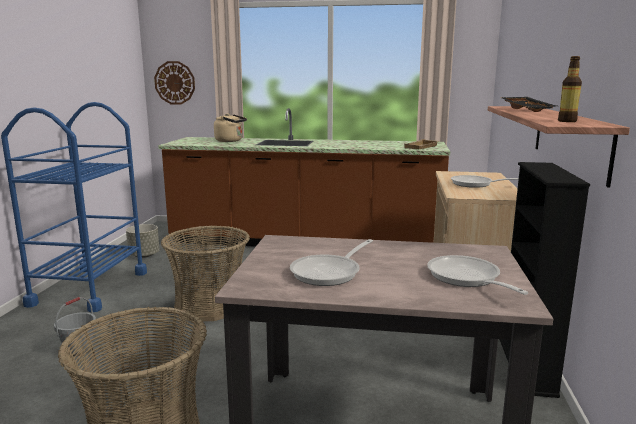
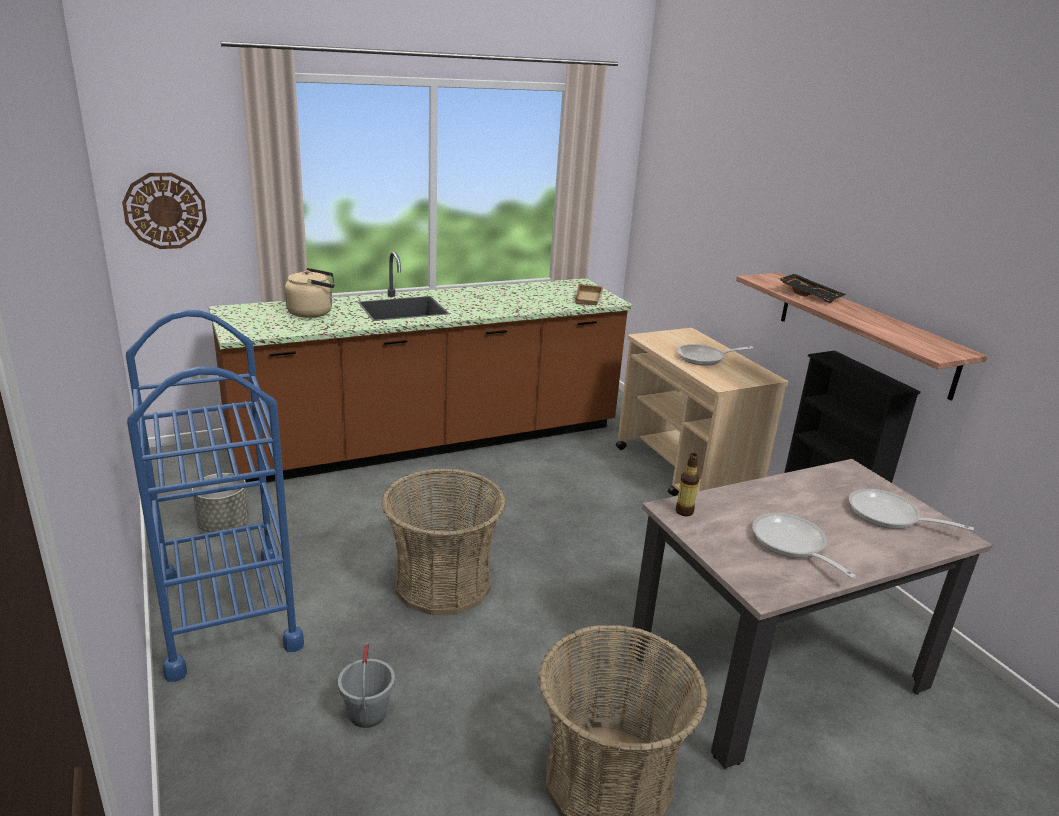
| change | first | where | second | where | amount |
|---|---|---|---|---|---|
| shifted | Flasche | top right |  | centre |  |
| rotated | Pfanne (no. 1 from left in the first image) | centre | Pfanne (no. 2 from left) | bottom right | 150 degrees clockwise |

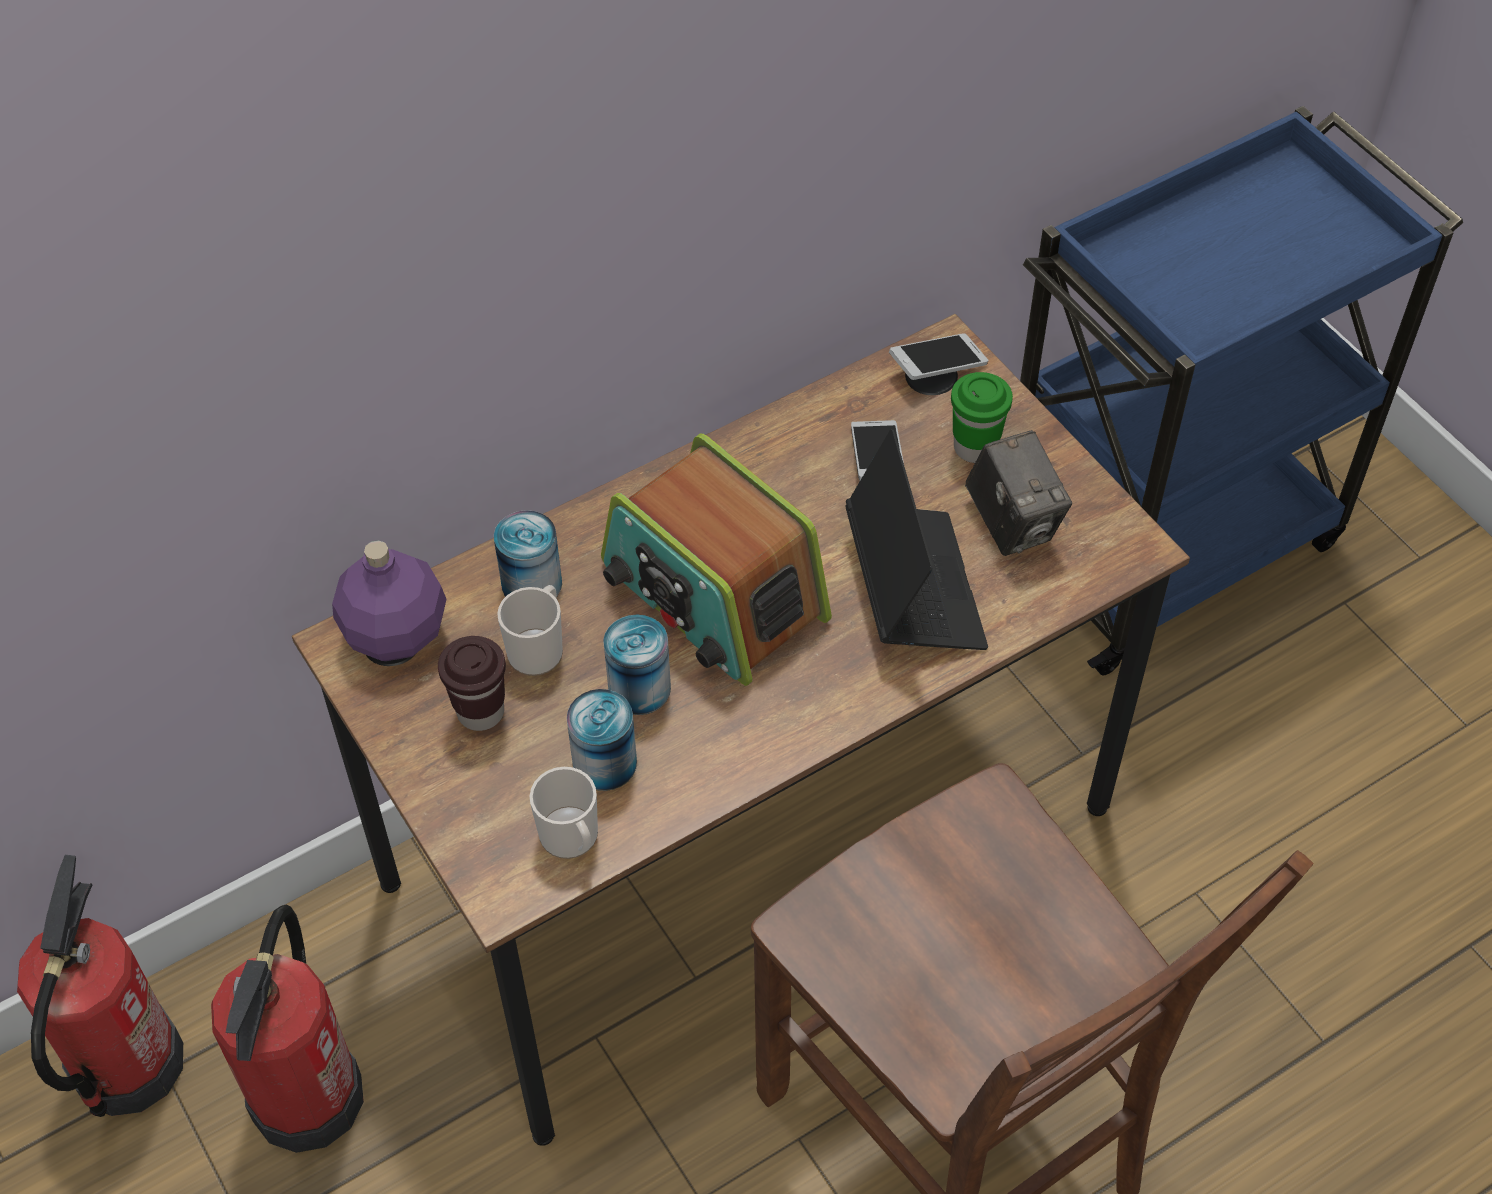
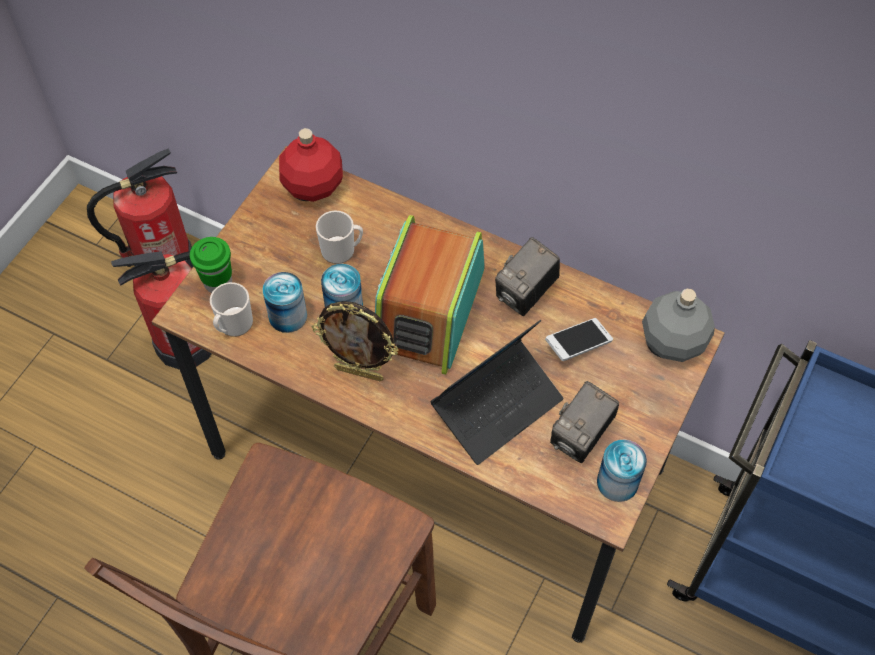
| change | first | where | second | where | amount |
|---|---|---|---|---|---|
| gone | Tasse/braun | middle left |  |  |  |
| new |  |  | Bilderrahmen | centre |  |
| new |  |  | Kamera (no. 1 from left) | centre |  |
| shifted | Dose (no. 1 from left in the first image) | centre | Dose (no. 3 from left) | bottom right |  |
| shifted | Tasse/grün | centre |  | middle left |  |
| swapped | Handy (no. 2 from left) | top centre | Flasche/grau | middle right |  |
| repainted | Flasche/lila | middle left | Flasche/rot | top centre |  |

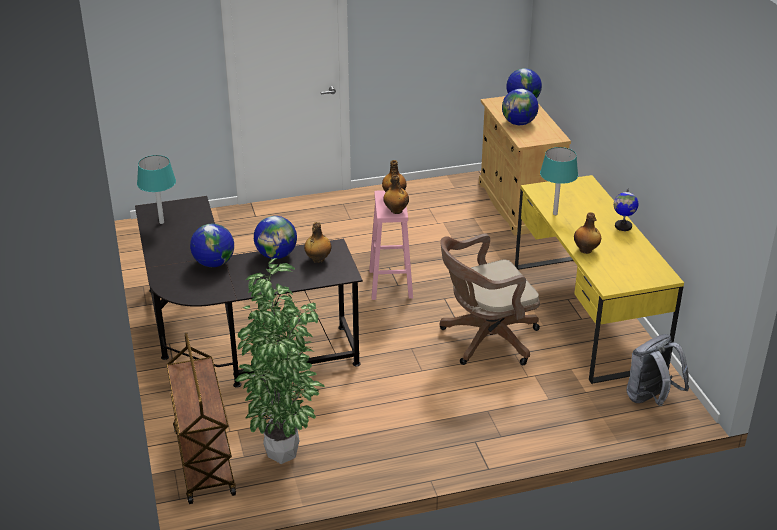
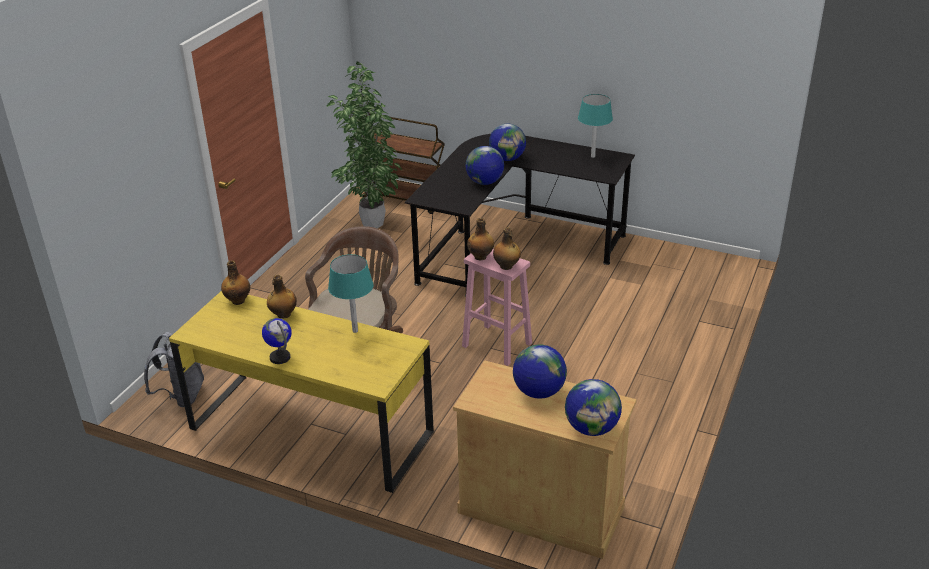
| change | first | where | second | where | amount |
|---|---|---|---|---|---|
| shifted | Flasche (no. 1 from left) | centre |  | middle left |  |

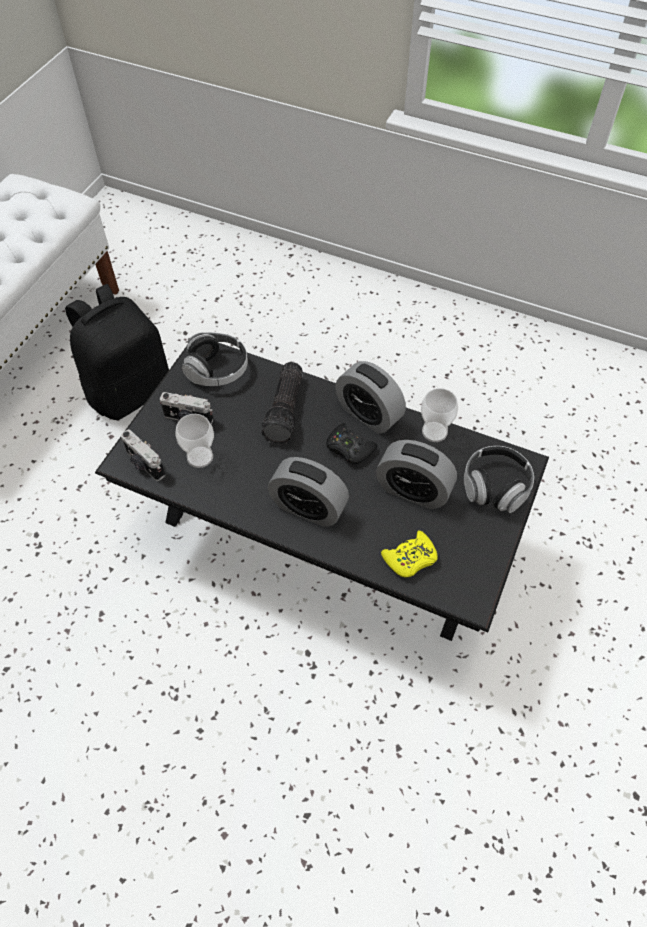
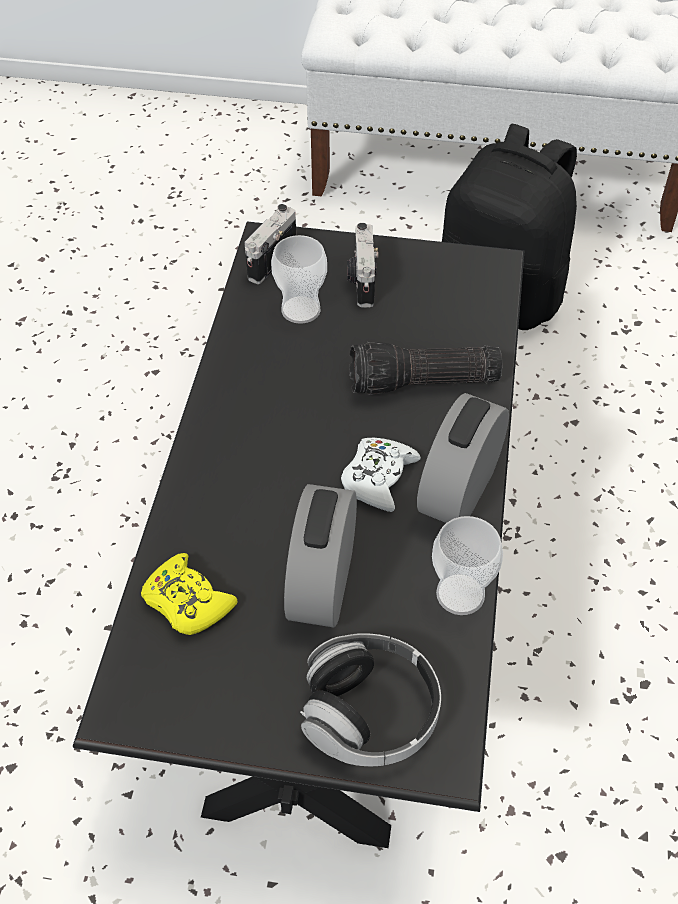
| change | first | where | second | where | amount |
|---|---|---|---|---|---|
| gone | Kopfhörer (no. 1 from left) | middle left |  |  |  |
| gone | Wecker (no. 1 from left) | centre |  |  |  |
| repainted | Gamepad/schwarz | centre | Gamepad/weiß | centre |  |

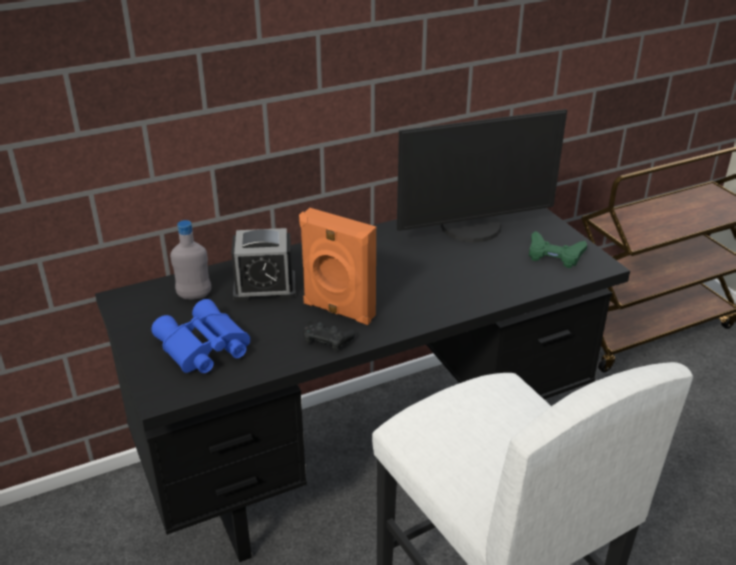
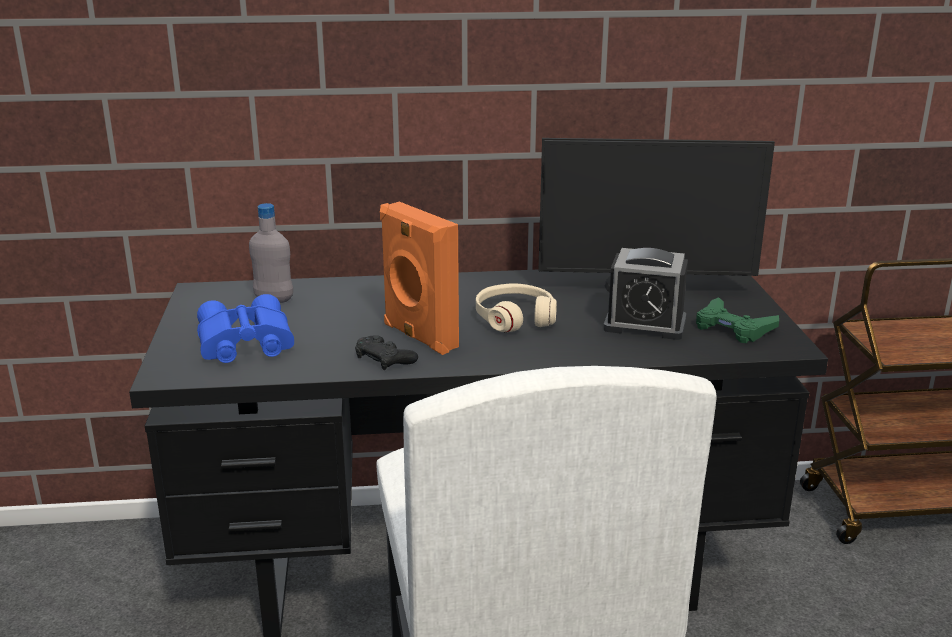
| change | first | where | second | where | amount |
|---|---|---|---|---|---|
| new |  |  | Kopfhörer/beige | centre |  |
| shifted | Wecker | centre |  | middle right |  |

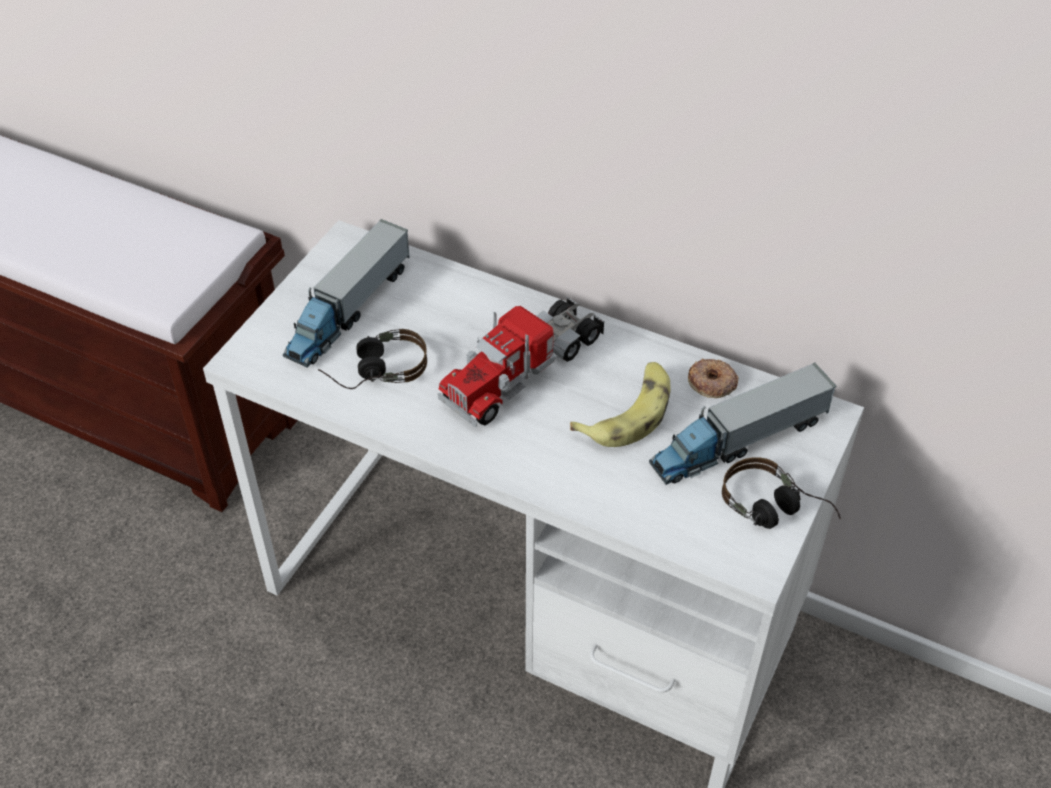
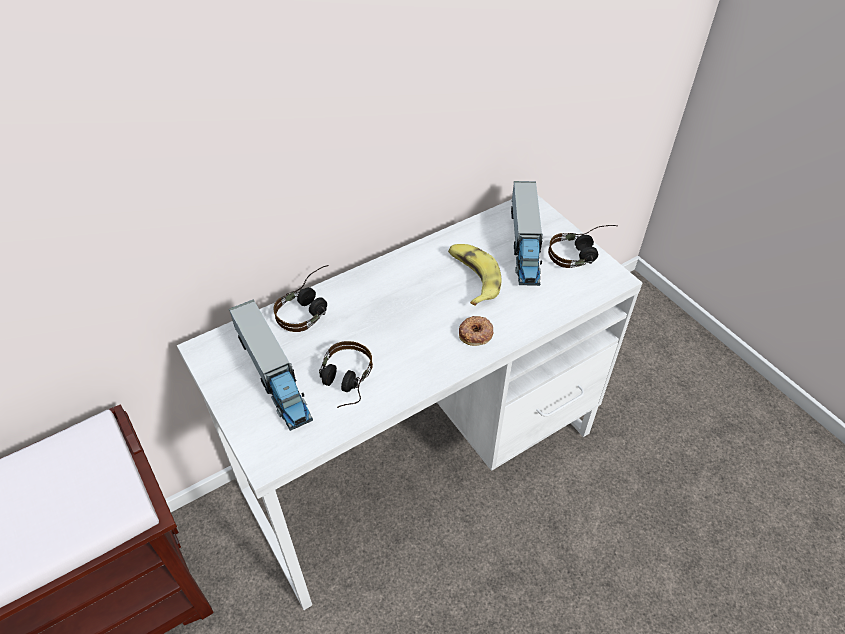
| change | first | where | second | where | amount |
|---|---|---|---|---|---|
| gone | Spielzeuglaster (no. 2 from left) | centre |  |  |  |
| new |  |  | Kopfhörer (no. 1 from left) | centre |  |
| shifted | Donut | middle right |  | centre |  |

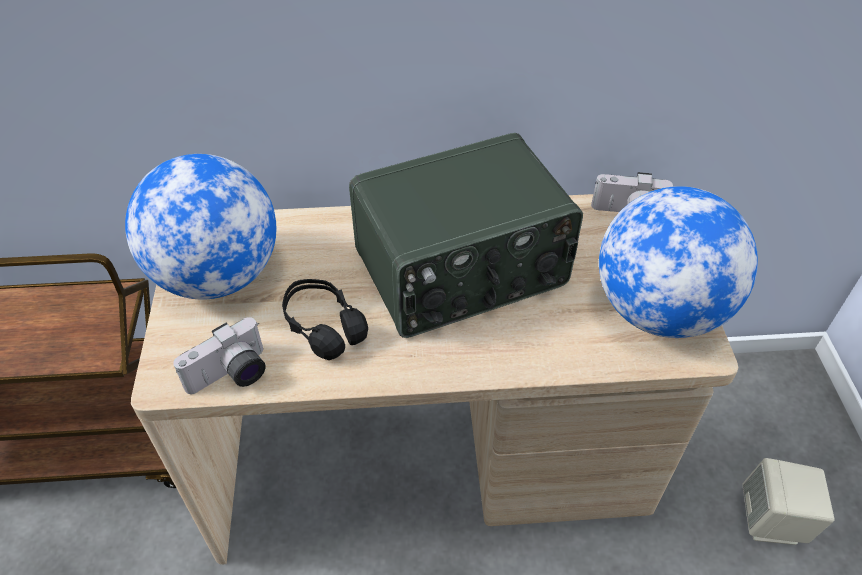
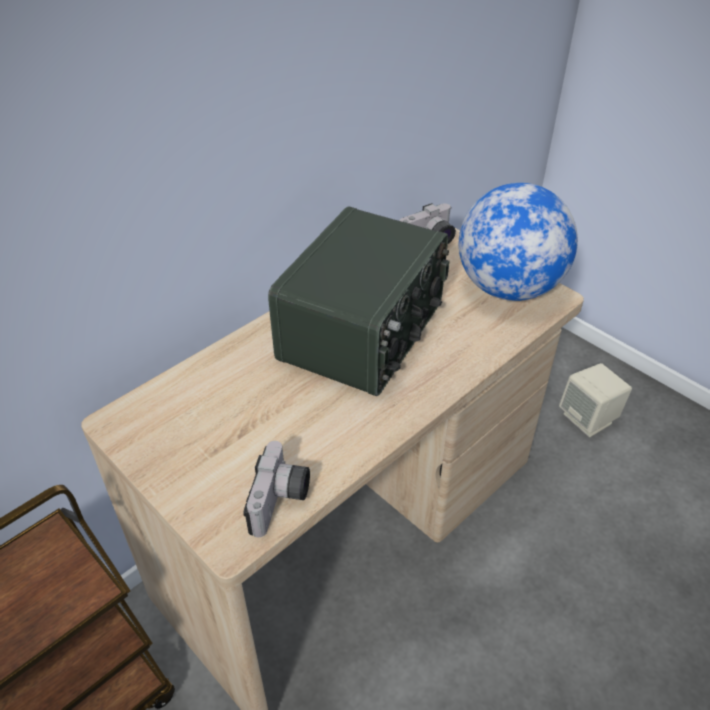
| change | first | where | second | where | amount |
|---|---|---|---|---|---|
| gone | Globus (no. 1 from left) | middle left |  |  |  |
| gone | Kopfhörer/schwarz | centre |  |  |  |

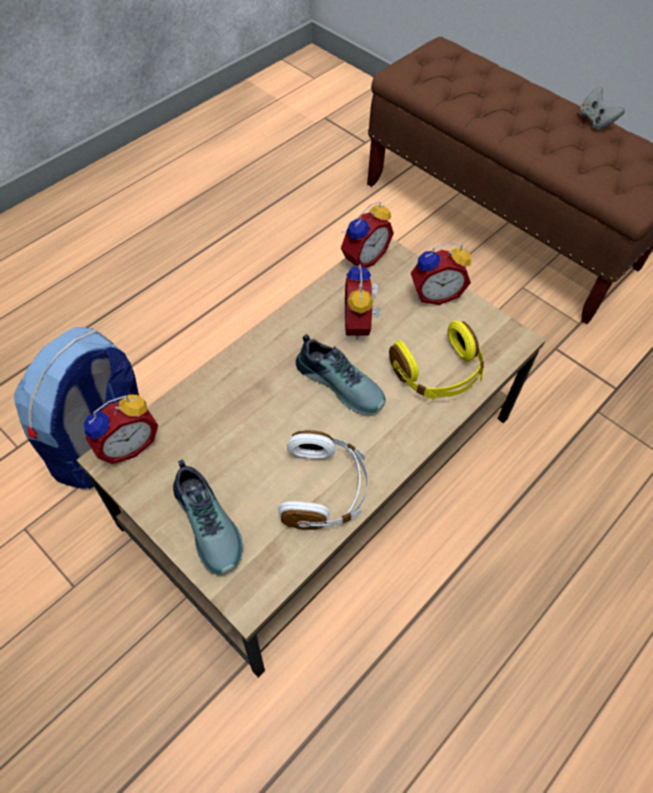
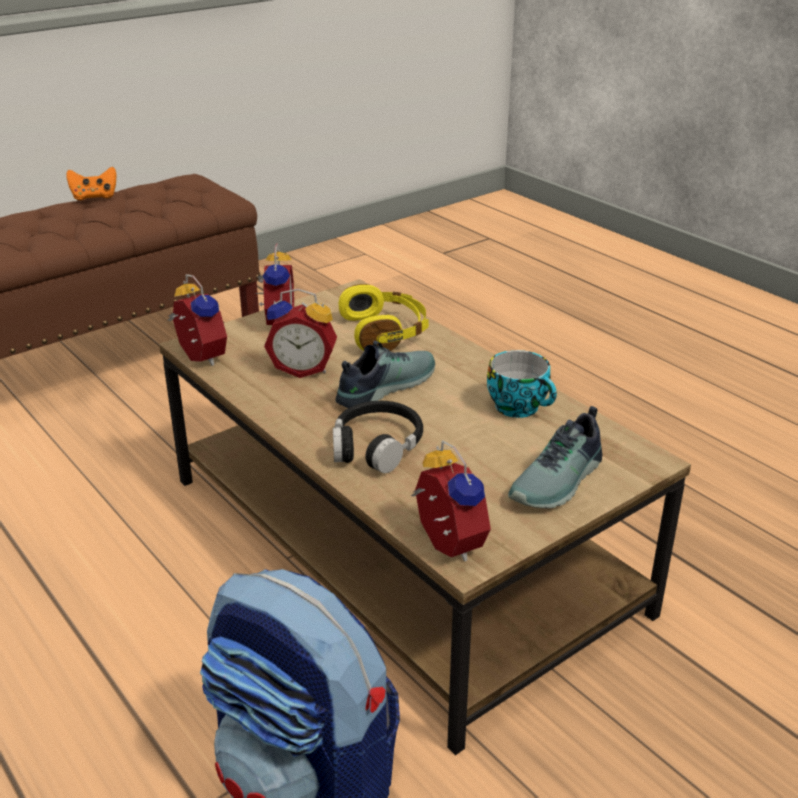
| change | first | where | second | where | amount |
|---|---|---|---|---|---|
| new |  |  | Kopfhörer/schwarz | centre |  |
| swapped | Kopfhörer/weiß | centre | Tasse | centre |  |
| repainted | Gamepad/grau | top right | Gamepad/orange | top left |  |
| rotated | Schuh (no. 1 from left in the first image) | middle left | Schuh (no. 2 from left) | middle right | 150 degrees clockwise |

